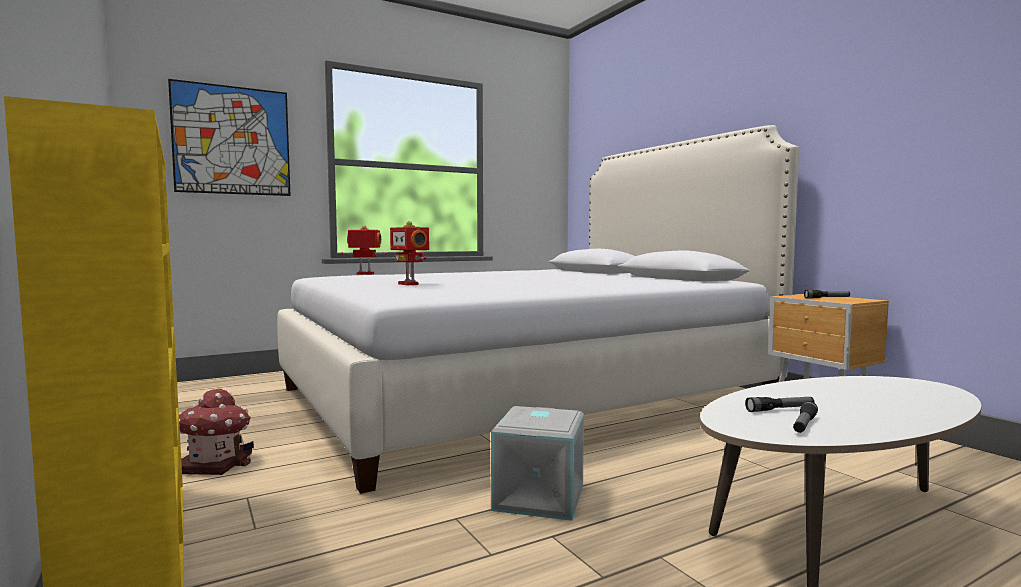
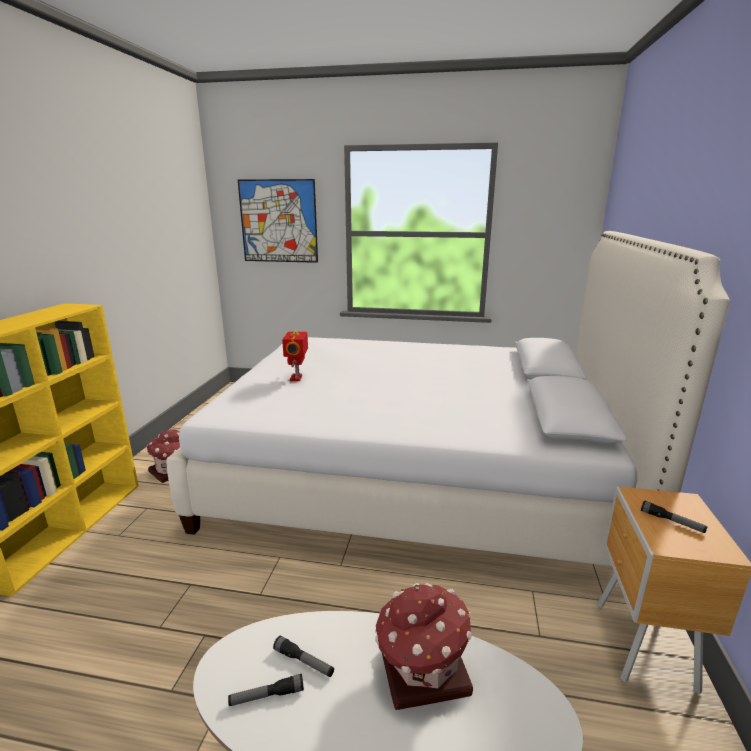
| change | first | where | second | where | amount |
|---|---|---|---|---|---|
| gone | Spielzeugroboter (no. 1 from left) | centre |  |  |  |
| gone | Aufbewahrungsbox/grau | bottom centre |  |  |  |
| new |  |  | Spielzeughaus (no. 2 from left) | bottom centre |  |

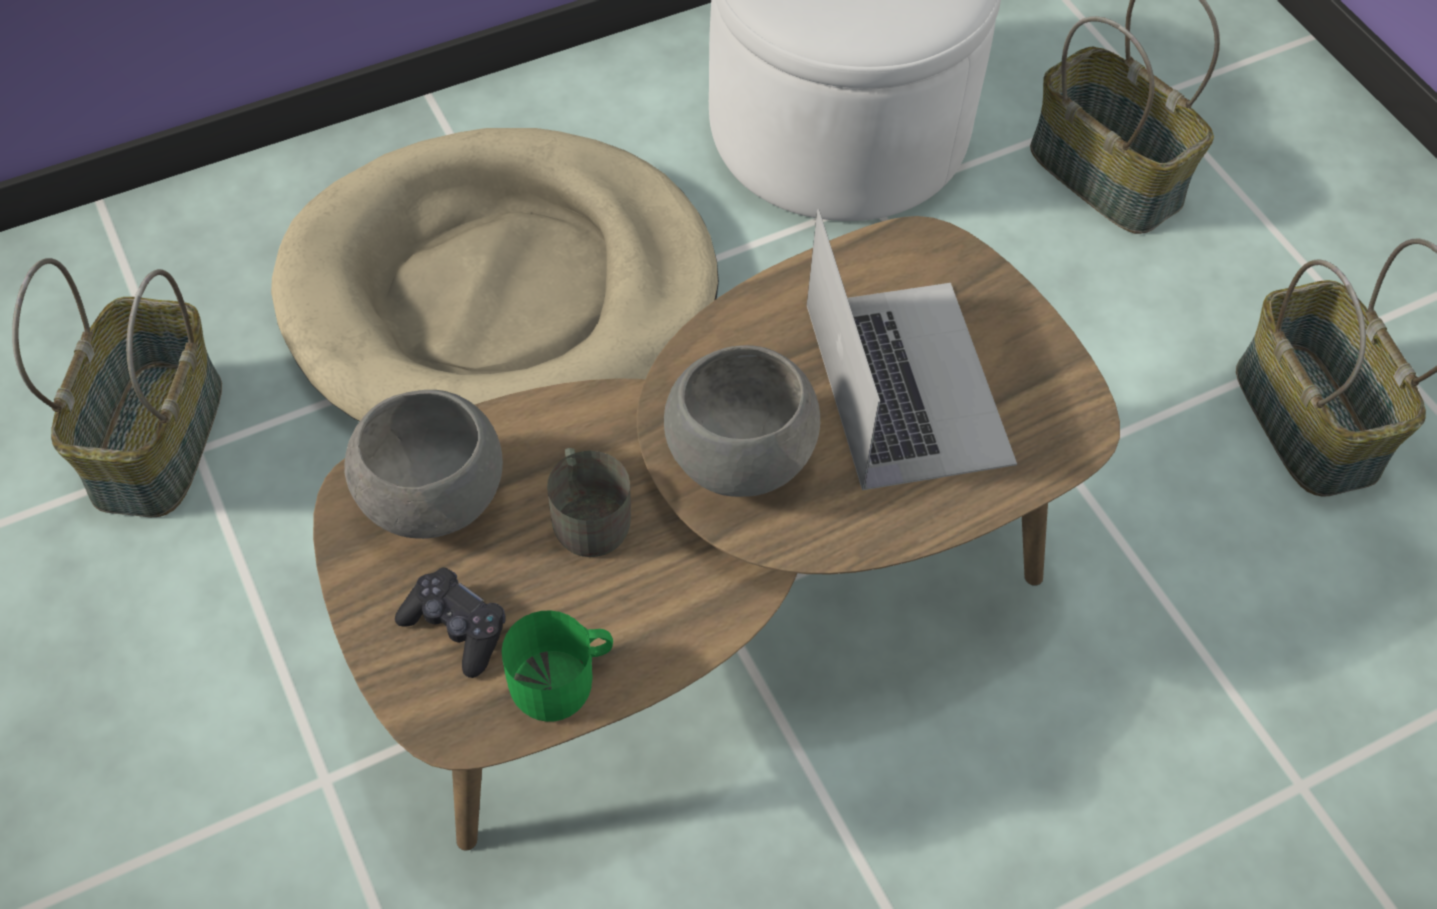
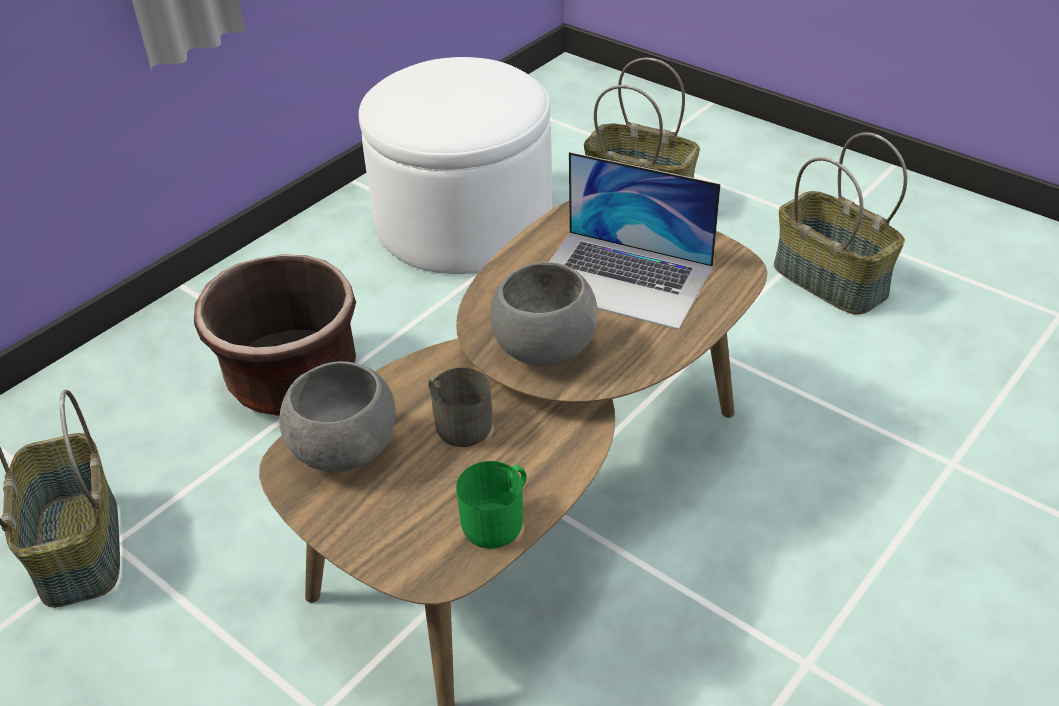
| change | first | where | second | where | amount |
|---|---|---|---|---|---|
| gone | Gamepad/schwarz | bottom left |  |  |  |
| swapped | Hundebett/beige | top centre | Pflanzkübel/braun | middle left |  |
| rotated | Laptop | centre |  | centre | 150 degrees clockwise |

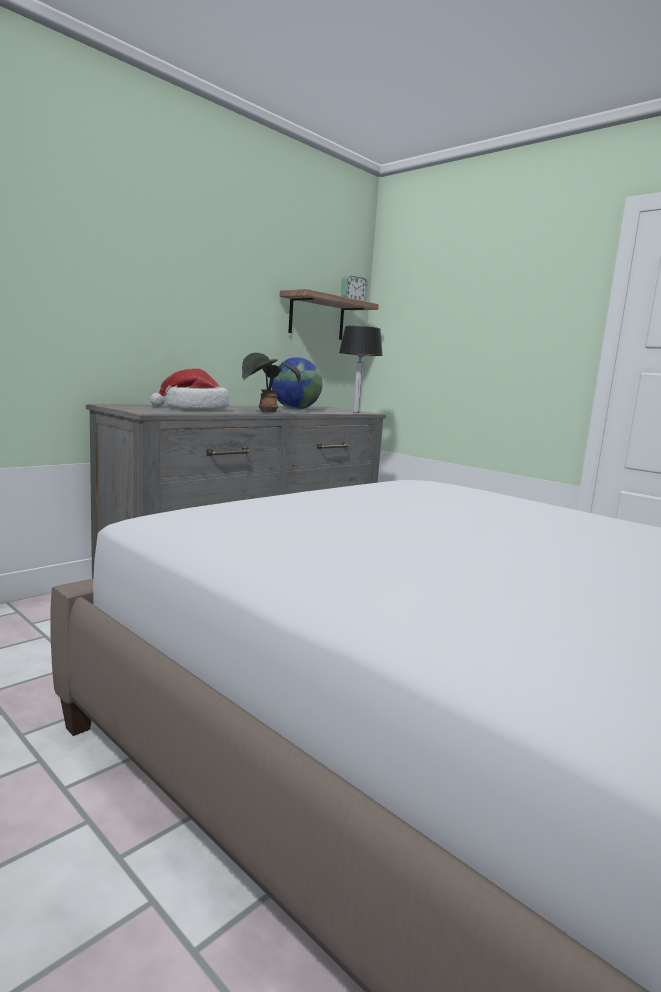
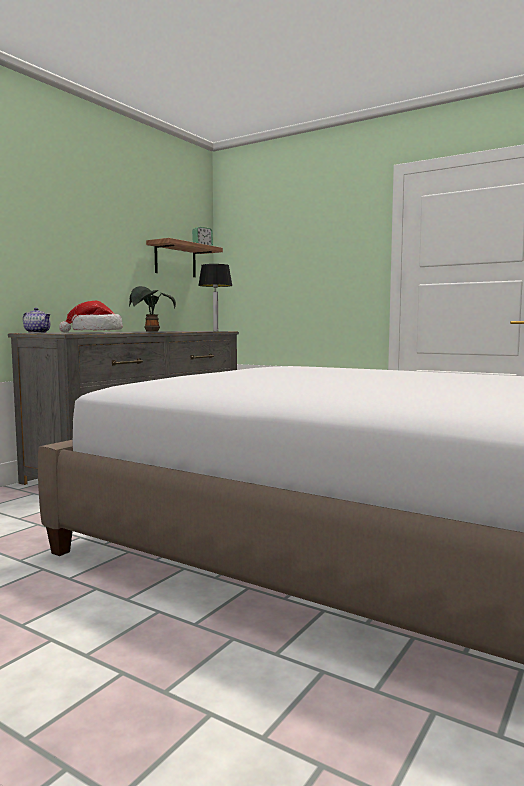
| change | first | where | second | where | amount |
|---|---|---|---|---|---|
| gone | Globus | centre |  |  |  |
| new |  |  | Teekanne | middle left |  |

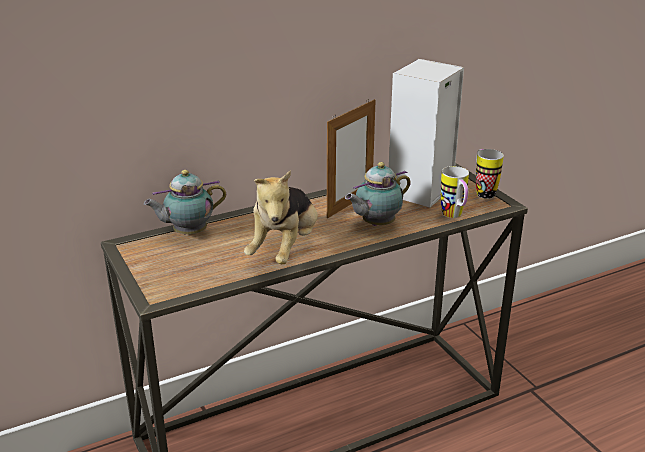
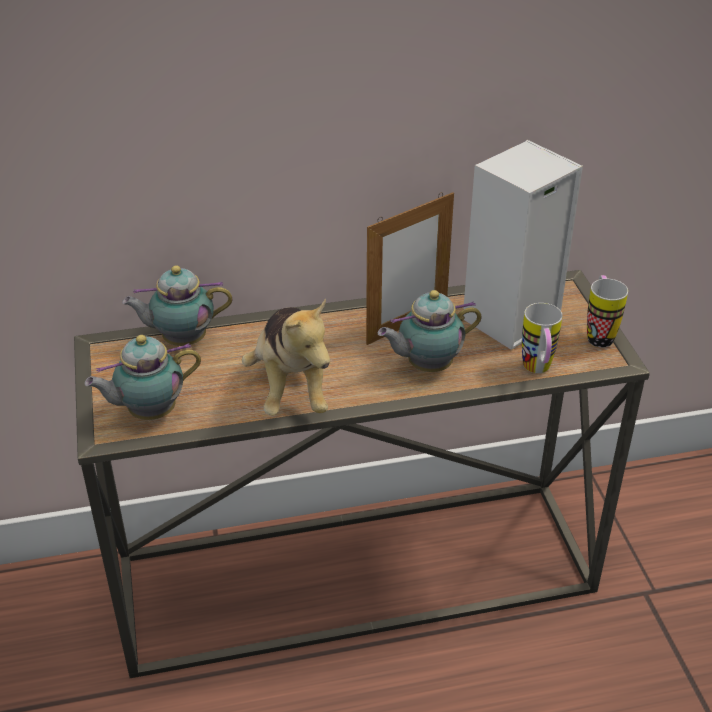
| change | first | where | second | where | amount |
|---|---|---|---|---|---|
| new |  |  | Teekanne (no. 1 from left) | middle left |  |
| rotated | Plüschtier | centre |  | centre | 45 degrees counterclockwise |

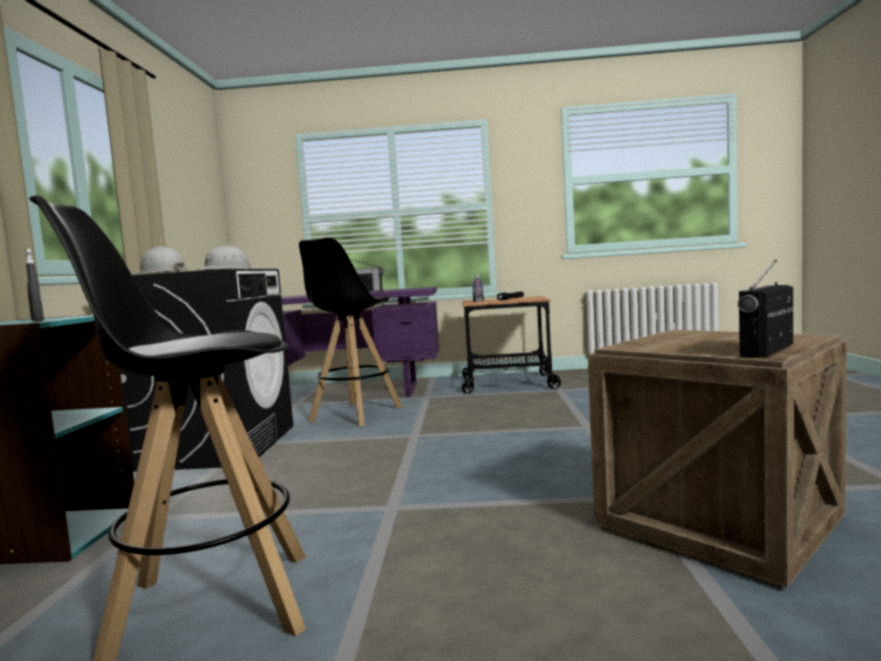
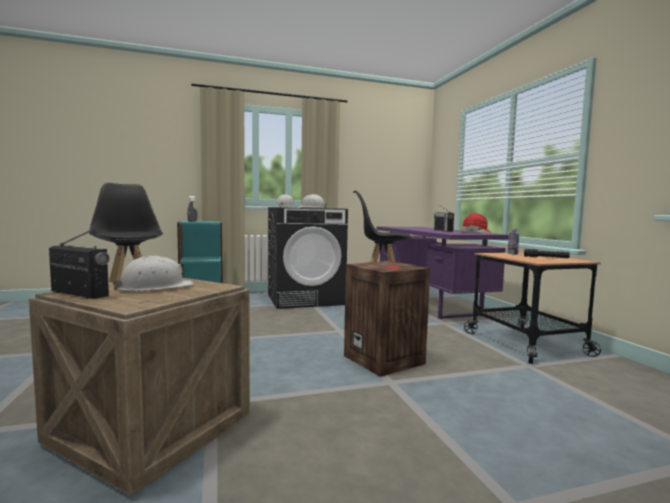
| change | first | where | second | where | amount |
|---|---|---|---|---|---|
| new |  |  | Schutzhelm/weiß (no. 1 from left) | middle left |  |
| new |  |  | Kiste (no. 2 from left) | centre |  |
| new |  |  | Schutzhelm/rot | middle right |  |

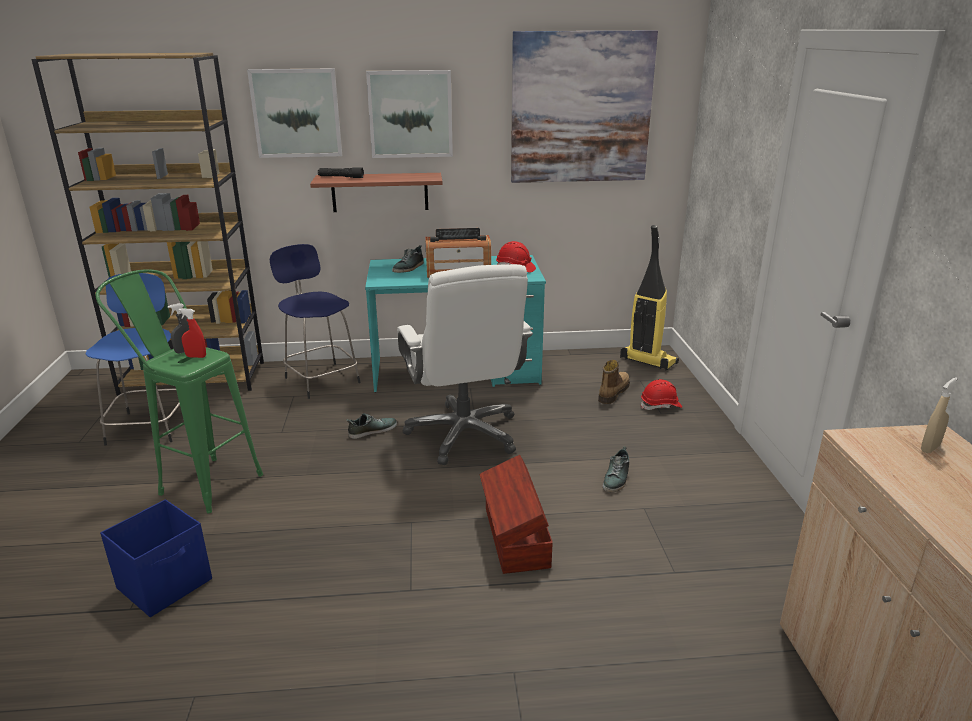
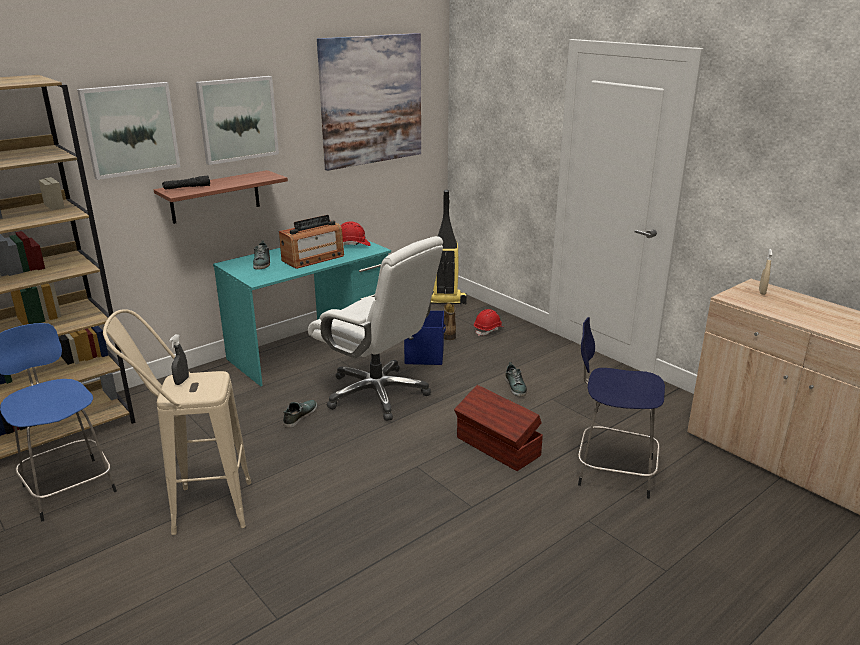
| change | first | where | second | where | amount |
|---|---|---|---|---|---|
| gone | Sprühflasche/rot | middle left |  |  |  |
| shifted | Aufbewahrungsbox/blau | bottom left |  | centre |  |
| shifted | Hocker/blau (no. 2 from left) | middle left |  | middle right |  |
| repainted | Hocker/grün | middle left | Hocker/beige | middle left |  |

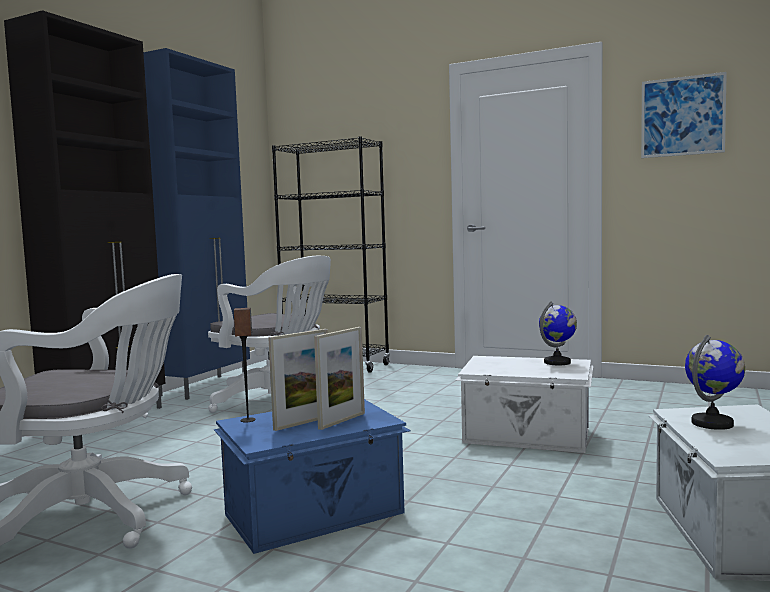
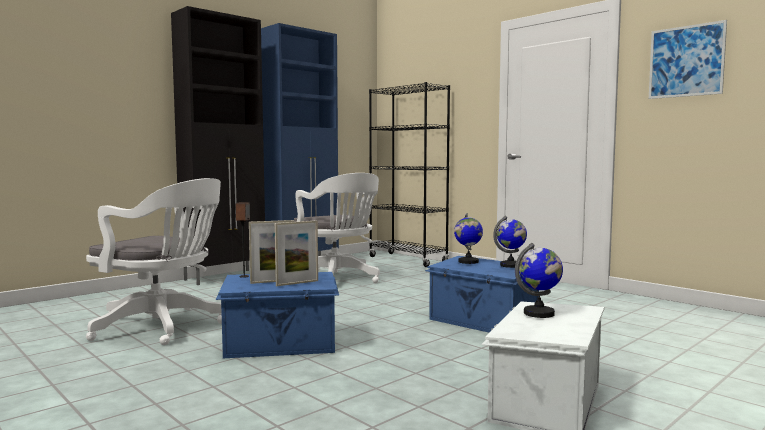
| change | first | where | second | where | amount |
|---|---|---|---|---|---|
| new |  |  | Globus (no. 1 from left) | centre |  |
| repainted | Aufbewahrungsbox/weiß (no. 1 from left) | bottom right | Aufbewahrungsbox/blau (no. 2 from left) | bottom centre |  |

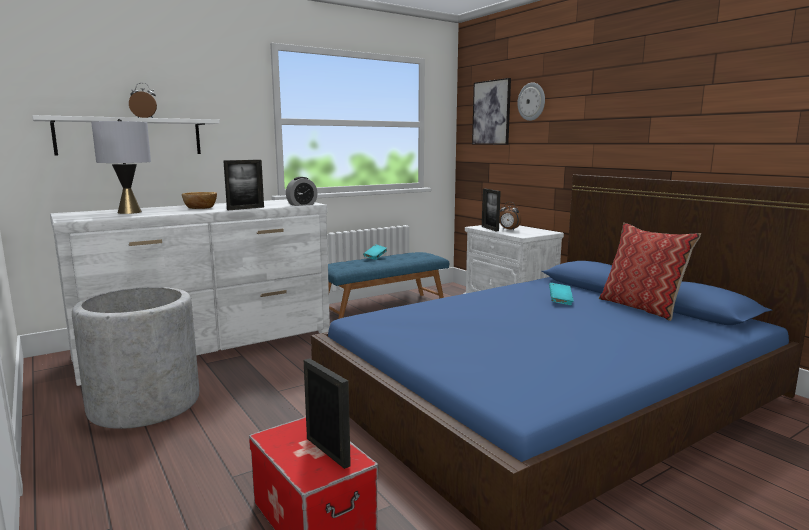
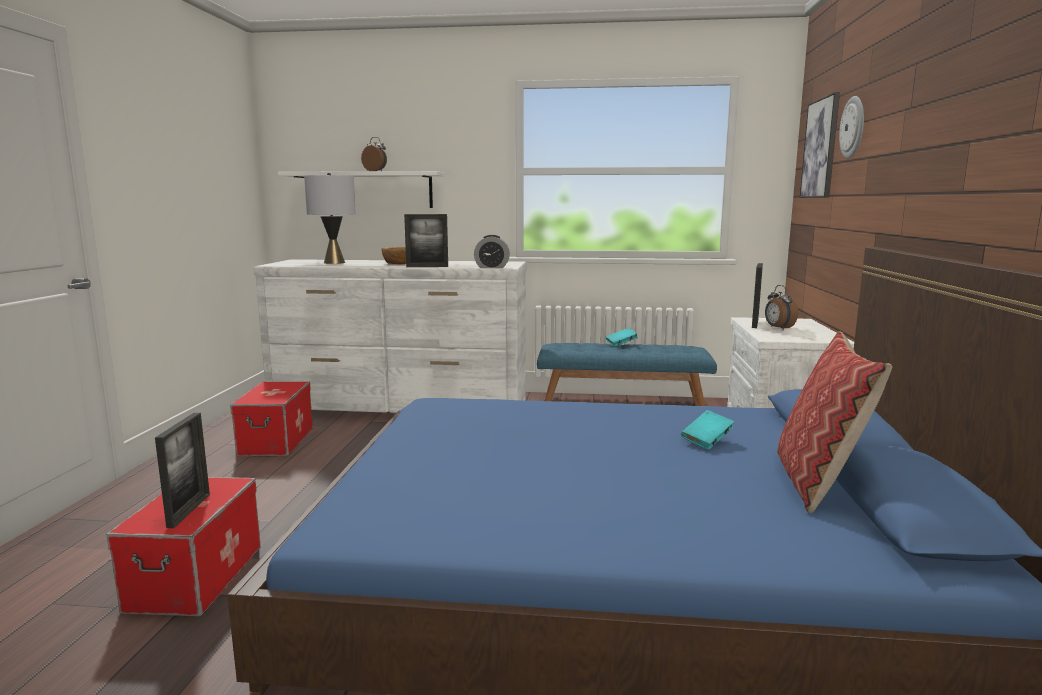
| change | first | where | second | where | amount |
|---|---|---|---|---|---|
| swapped | Pflanzkübel/grau | bottom left | Aufbewahrungsbox (no. 2 from left) | middle left |  |

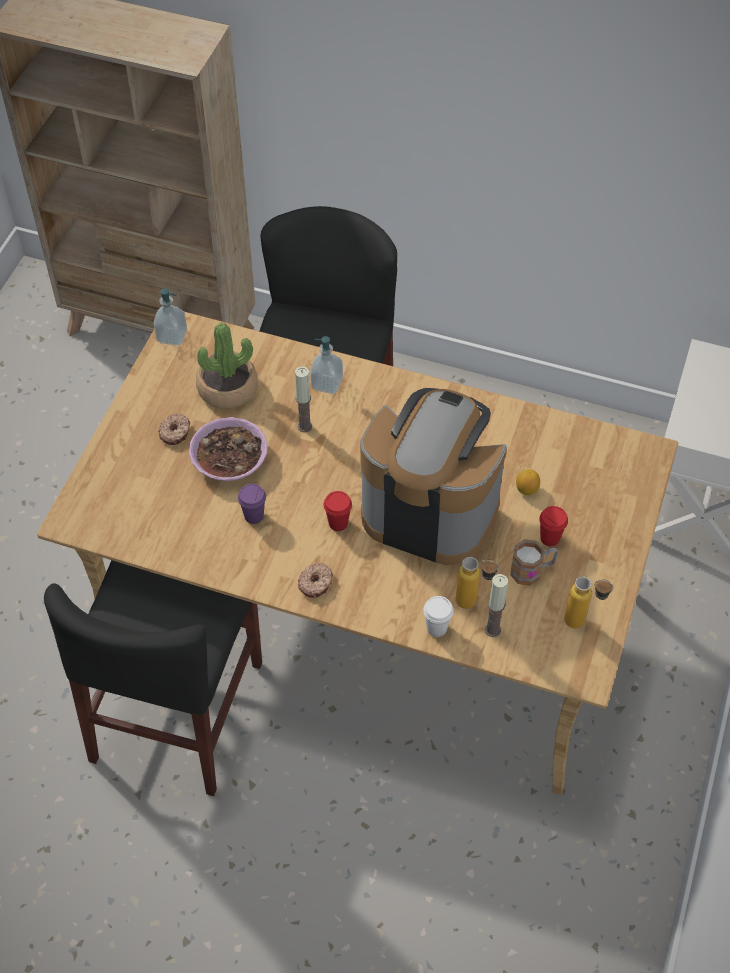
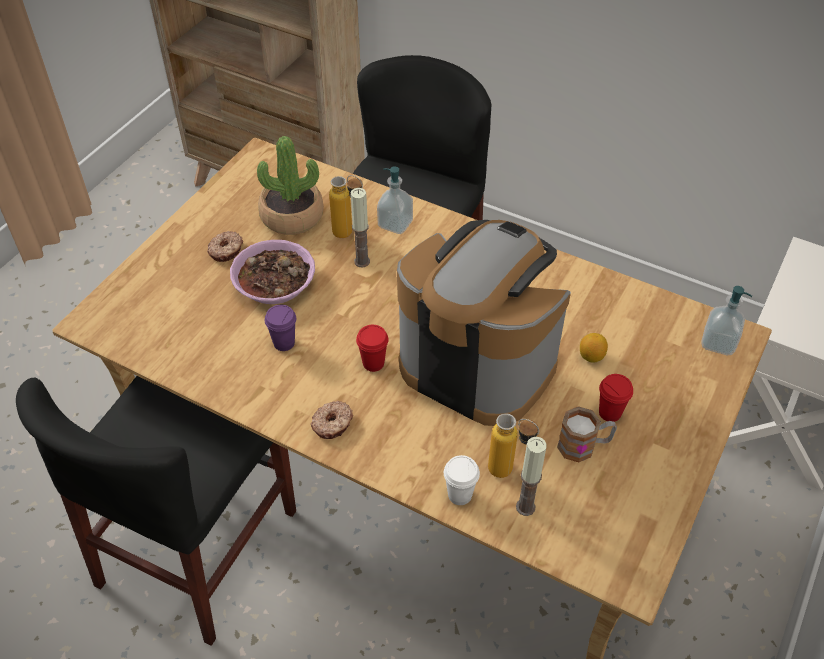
| change | first | where | second | where | amount |
|---|---|---|---|---|---|
| shifted | Seifenspender (no. 1 from left in the first image) | top left | Seifenspender (no. 2 from left) | middle right |  |
| shifted | Flasche (no. 2 from left in the first image) | middle right | Flasche (no. 1 from left) | top centre |  |

